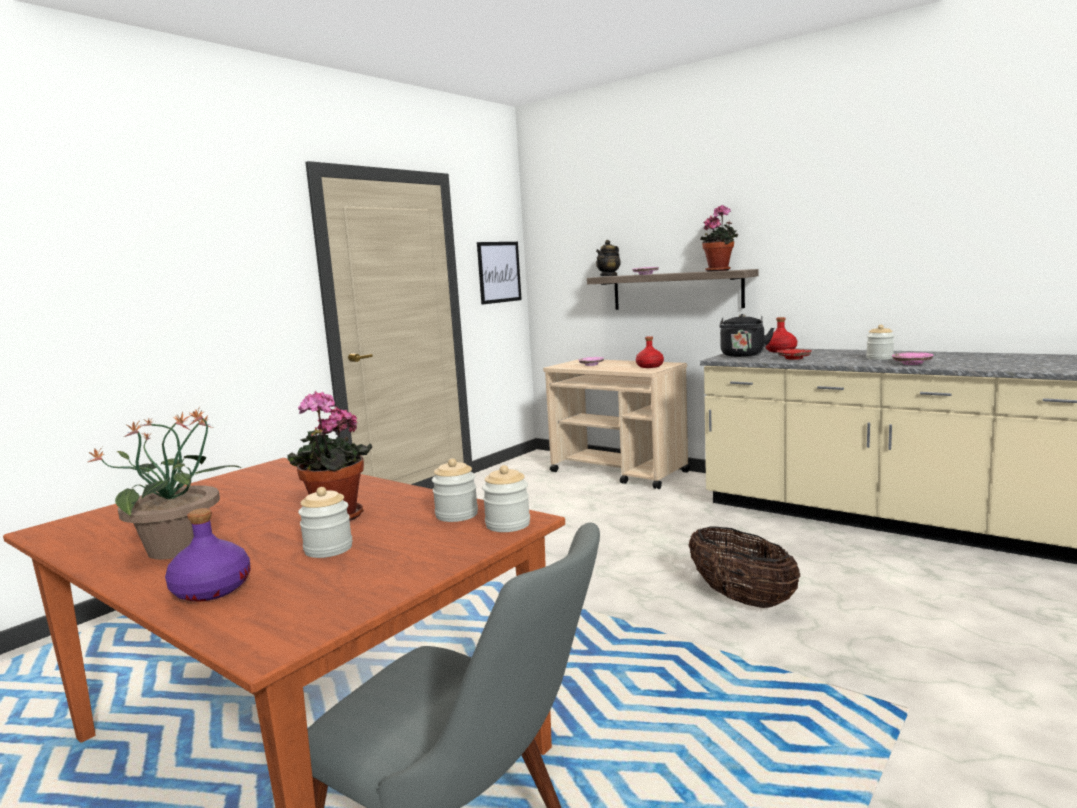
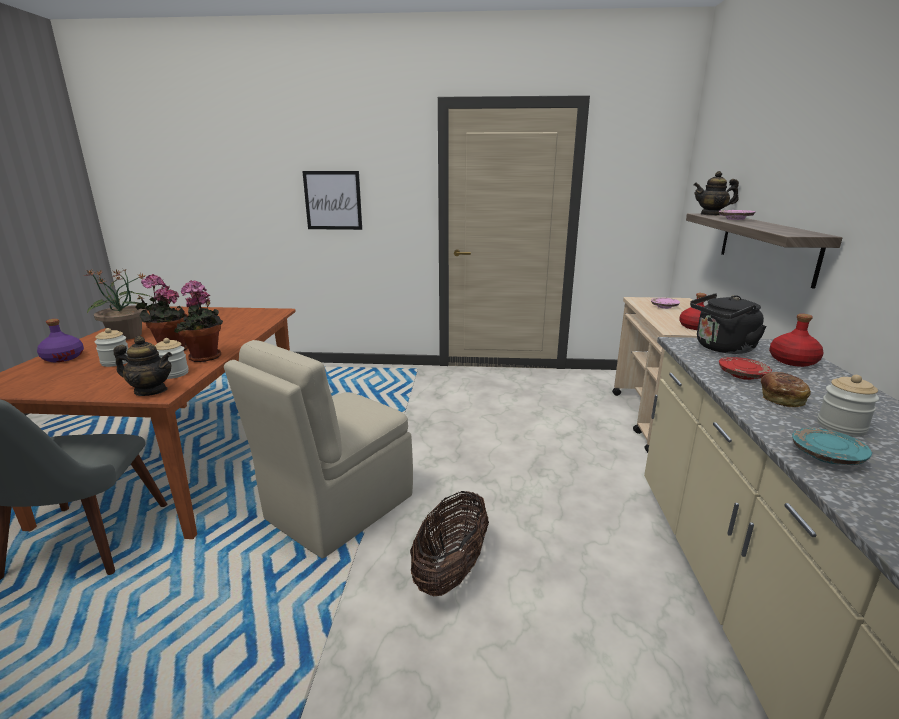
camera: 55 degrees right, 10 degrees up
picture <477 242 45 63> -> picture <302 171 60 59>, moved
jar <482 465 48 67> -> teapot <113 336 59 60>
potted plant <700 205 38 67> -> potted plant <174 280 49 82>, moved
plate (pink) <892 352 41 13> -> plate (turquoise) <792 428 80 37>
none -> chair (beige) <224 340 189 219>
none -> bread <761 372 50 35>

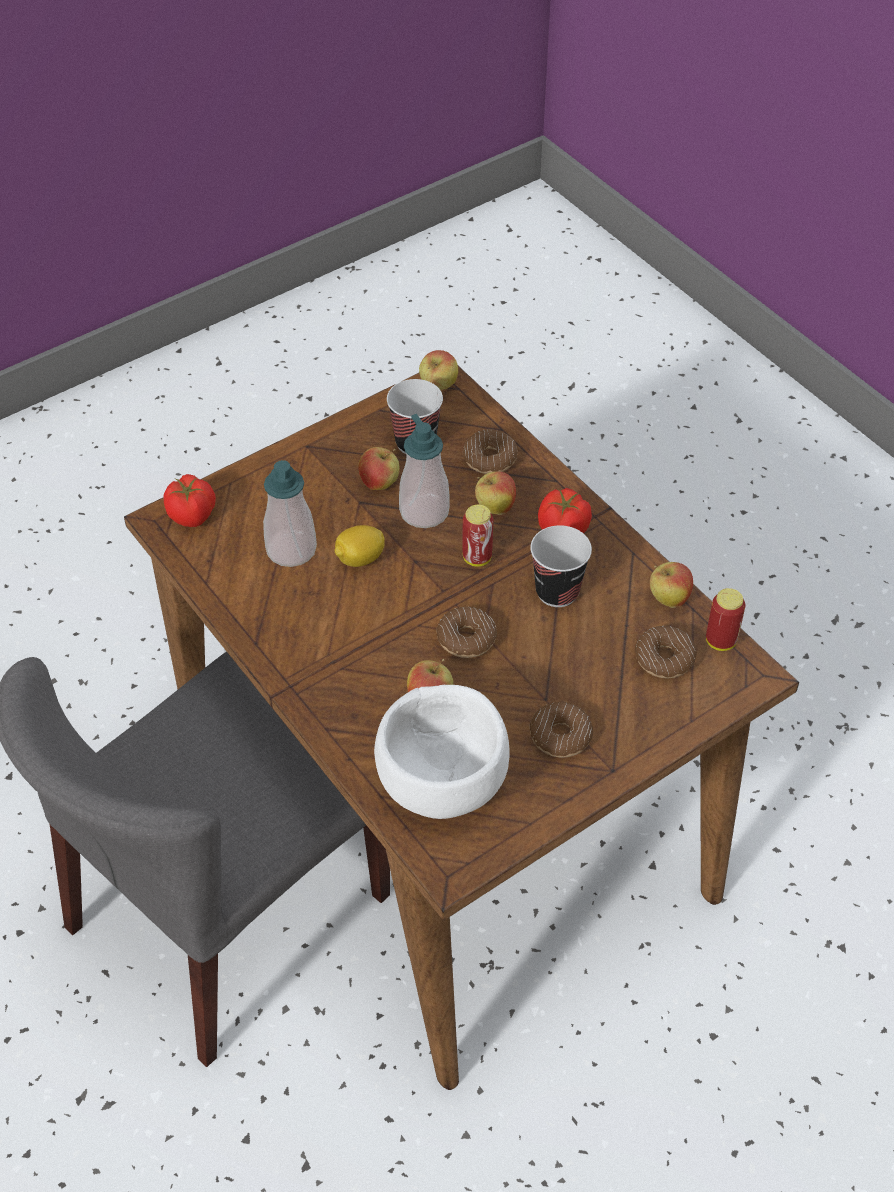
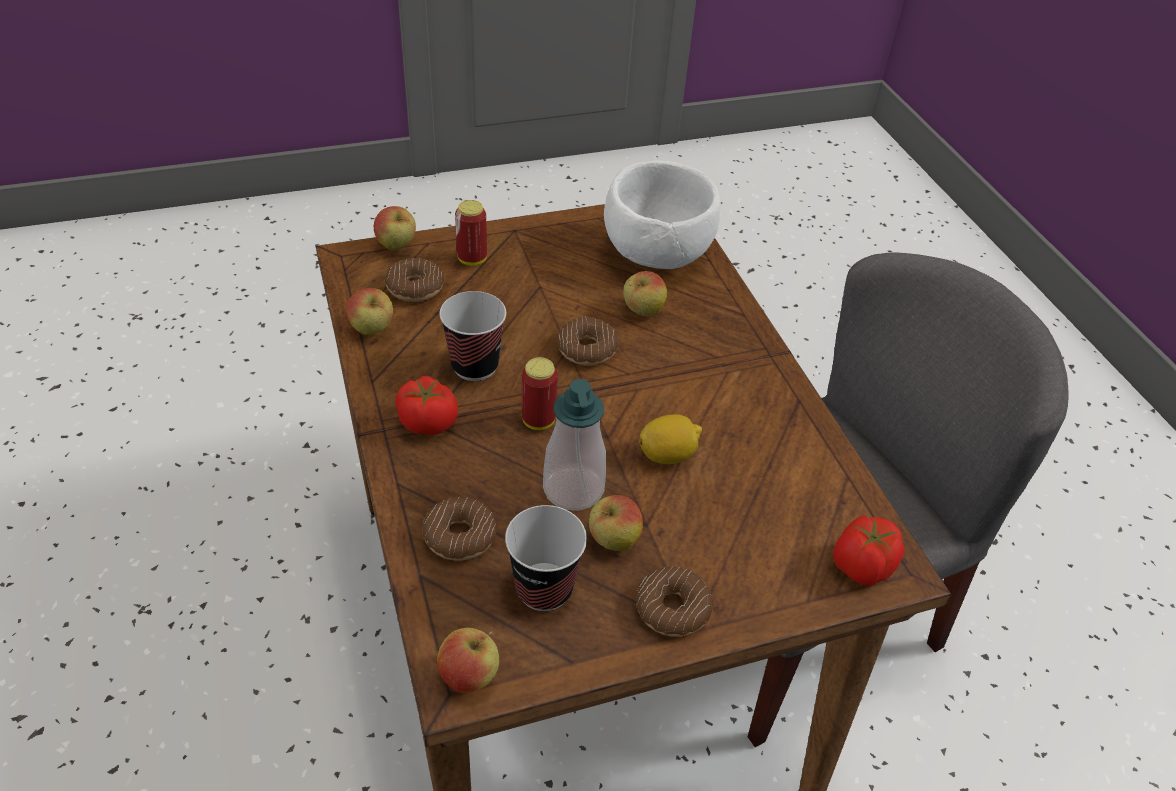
camera: 165 degrees left, 5 degrees down
soap dispenser <263 460 54 107> -> none
apple <475 471 41 44> -> apple <374 206 42 44>, moved
donut <530 702 63 56> -> donut <636 566 77 71>, moved
can <706 588 40 63> -> can <455 200 32 66>, moved

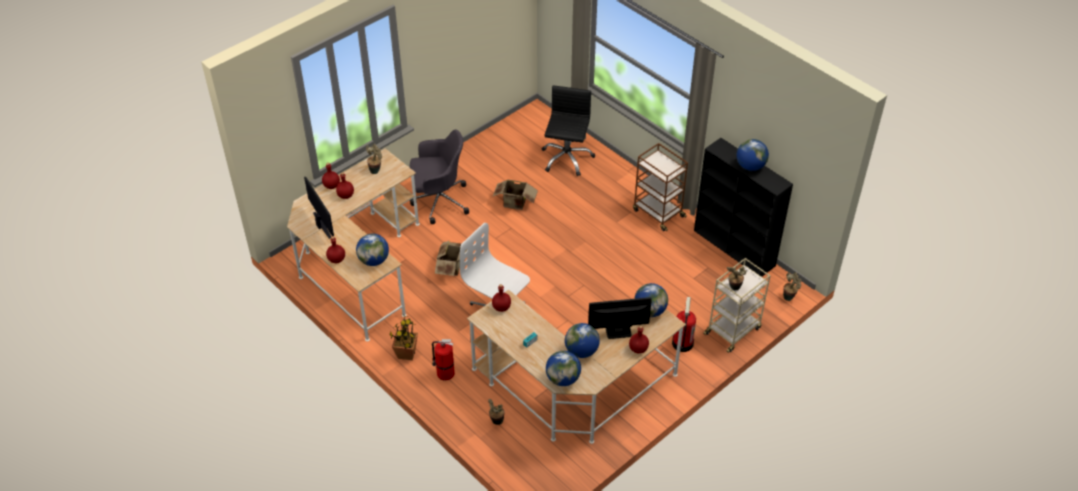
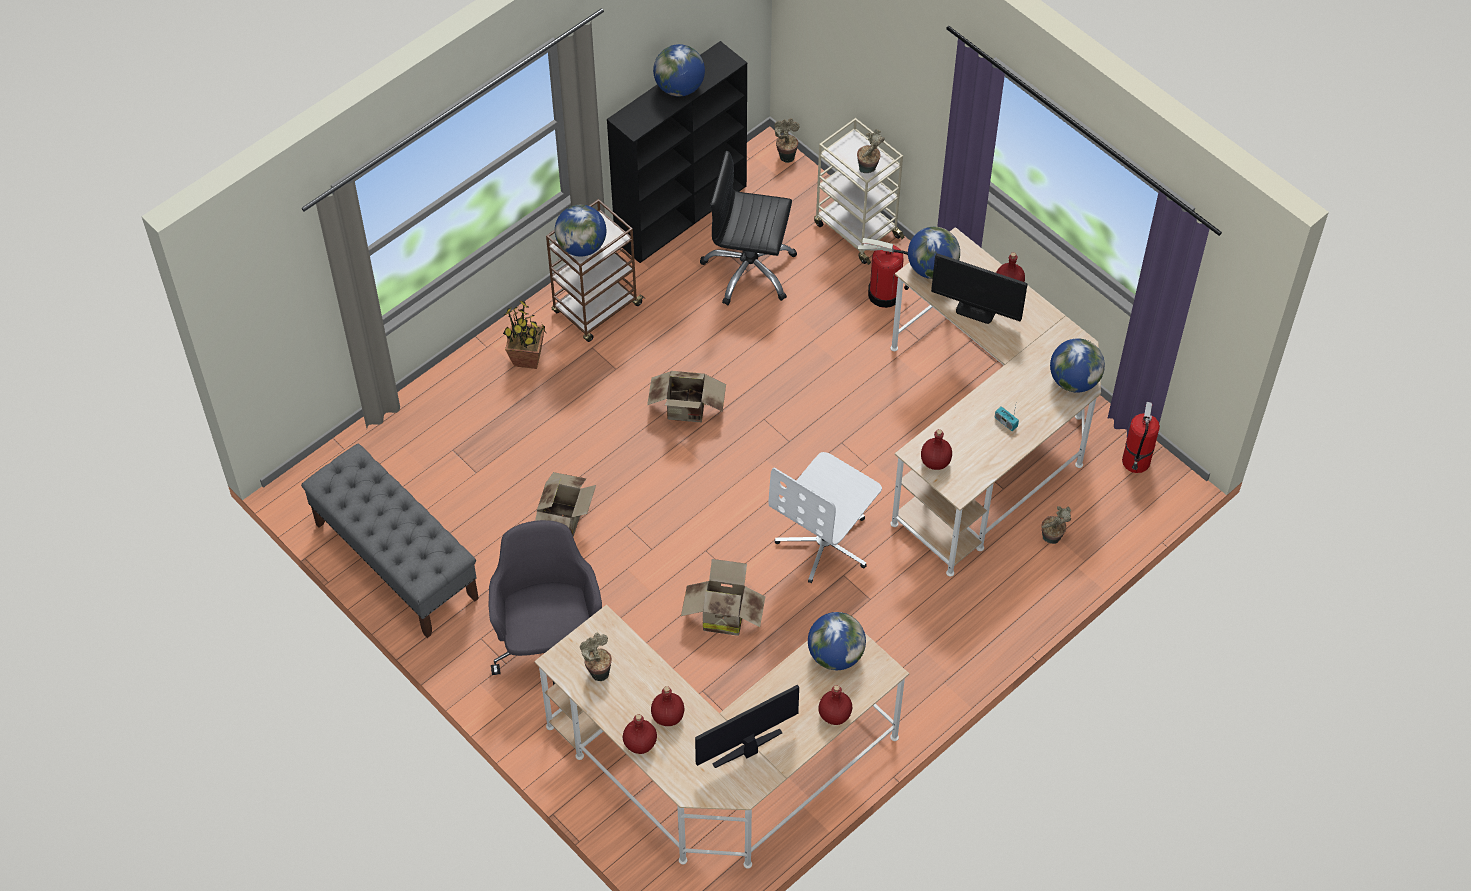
camera: 90 degrees left, 10 degrees up
potted plant <389 315 29 45> -> potted plant <503 300 43 69>, moved
fire extinguisher <432 339 23 42> -> fire extinguisher <1122 402 38 71>, moved
office chair (black) <542 86 53 90> -> office chair (black) <700 151 97 154>, moved
globe <565 323 35 35> -> globe <555 205 51 51>, moved
monitor <588 297 64 42> -> monitor <931 253 96 71>, 60 degrees counterclockwise
none -> bench (grey) <301 443 178 195>
none -> cardboard box <647 371 79 51>

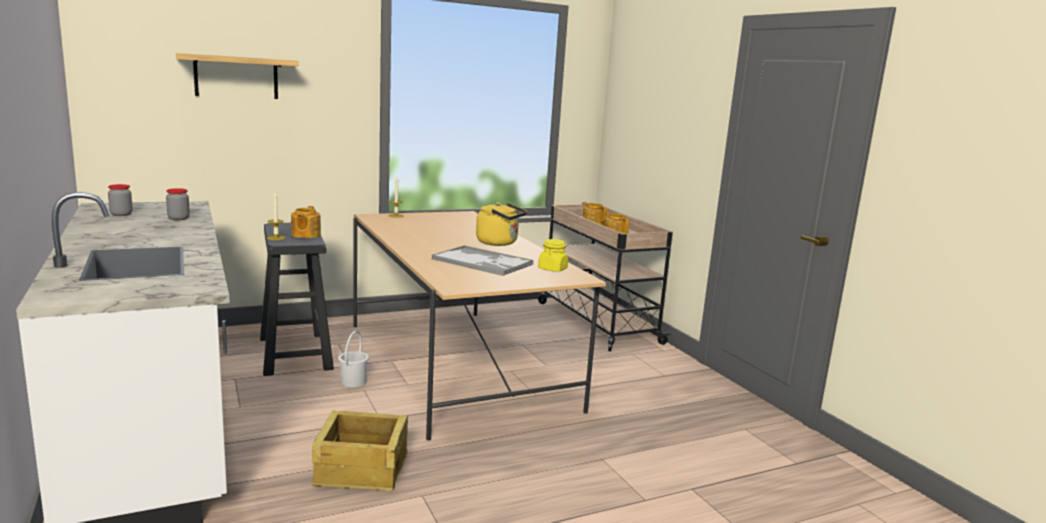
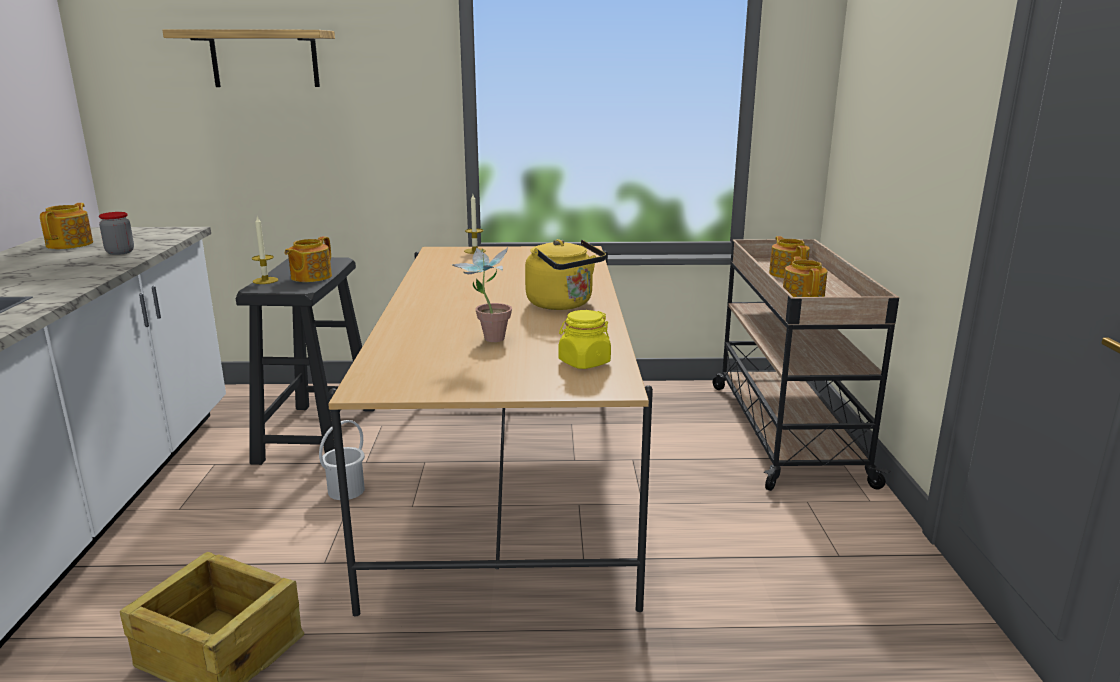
camera: 25 degrees right, 5 degrees up
jar <108 184 25 32> -> teapot <40 203 53 46>
tray <432 245 102 31> -> potted plant <451 247 61 95>

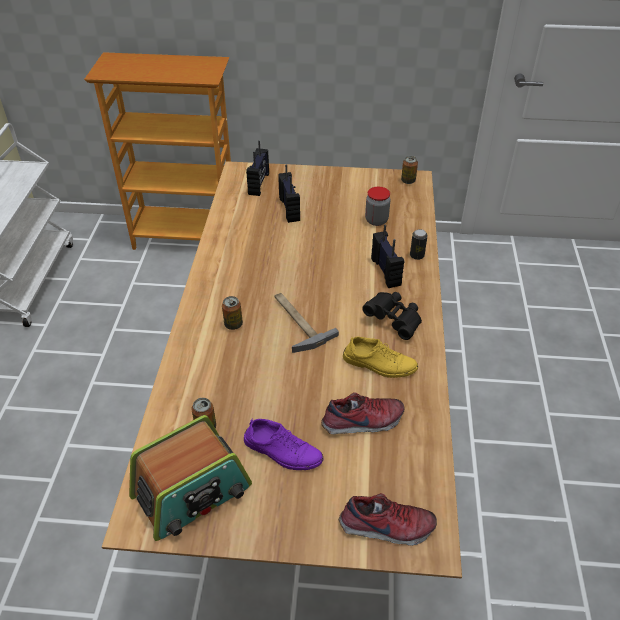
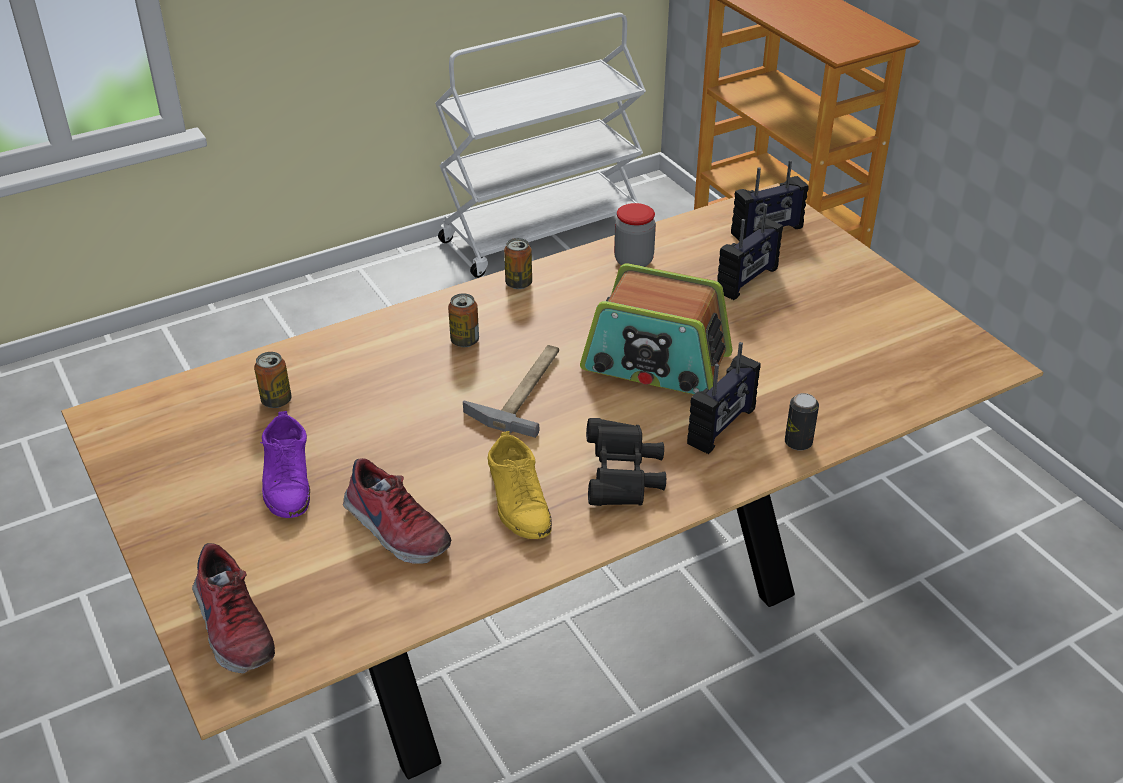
camera: 55 degrees right, 5 degrees down
radio <129 415 123 126> -> radio <580 264 152 131>, moved
jar <365 187 26 39> -> jar <614 203 42 64>, moved
can <401 156 17 28> -> can <504 238 28 51>, moved

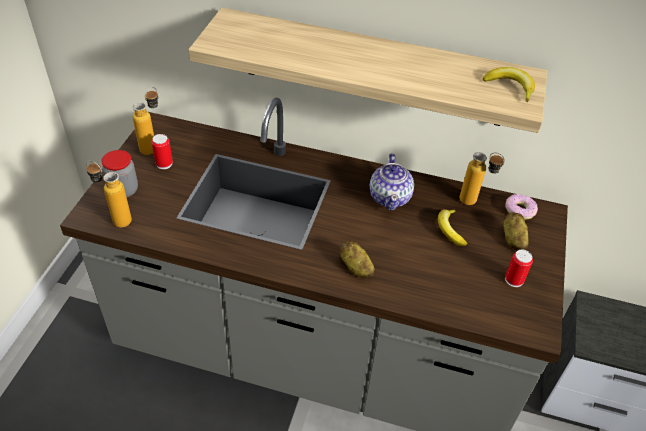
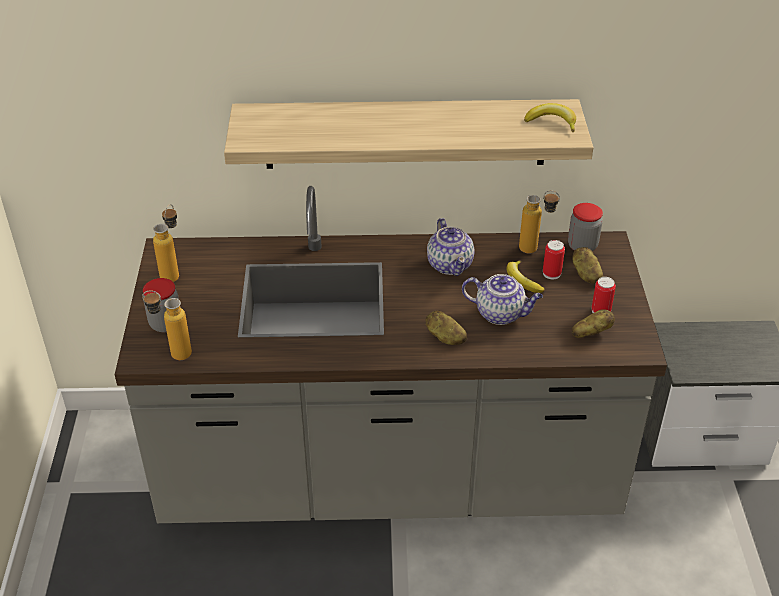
camera: 15 degrees left, 5 degrees down
can <152 134 21 35> -> can <543 240 22 39>, moved
donut <505 194 33 26> -> jar <568 203 35 48>
none -> teapot <462 274 81 51>
none -> potato <572 309 43 29>

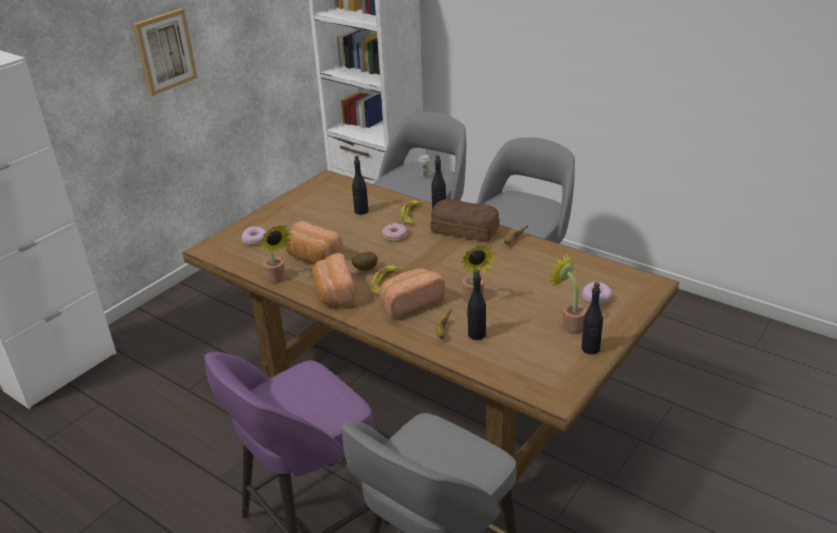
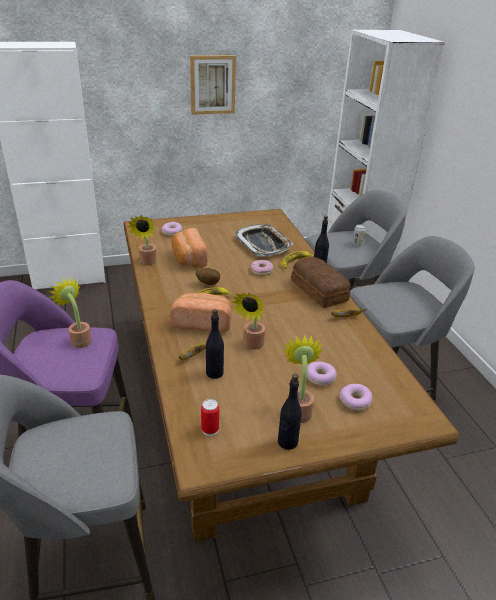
camera: 35 degrees right, 0 degrees up
bread <312 253 43 53> -> none
bottle (black) <352 155 17 60> -> tray <235 224 58 32>
none -> potted plant <49 277 43 71>
none -> can <201 399 18 37>
none -> donut <307 362 30 24>

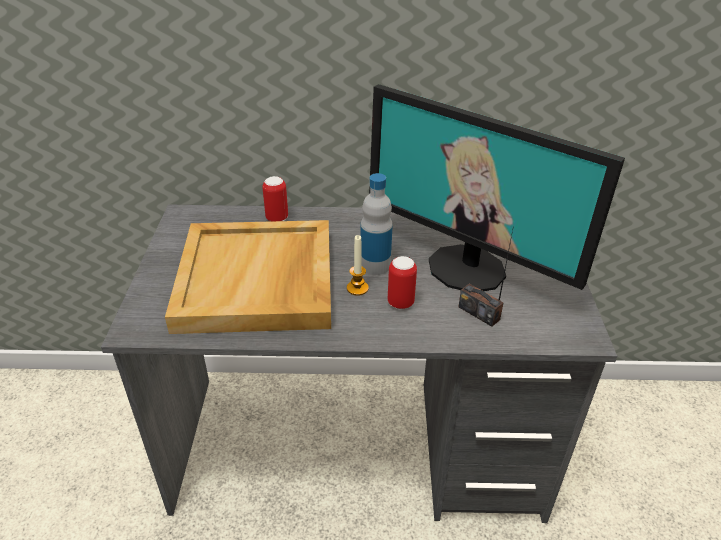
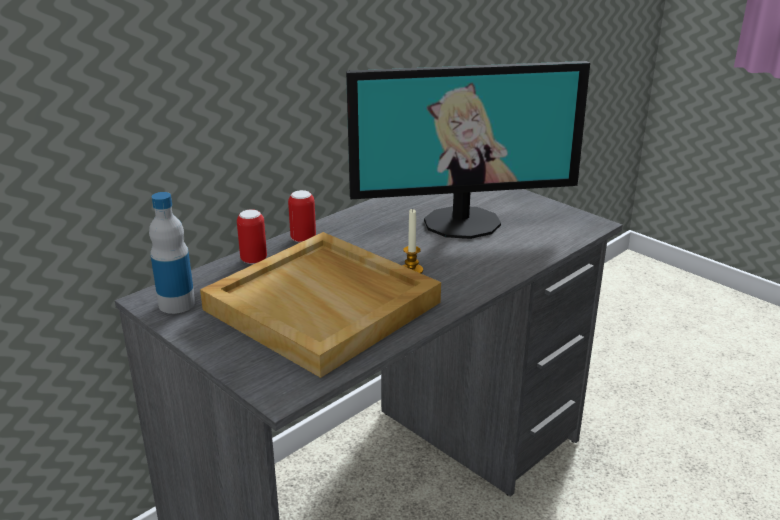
camera: 45 degrees left, 10 degrees down
bottle <360 173 33 102> -> bottle <149 192 46 122>, moved
can <388 256 29 53> -> can <288 190 28 53>, moved
radio <459 226 55 101> -> none

